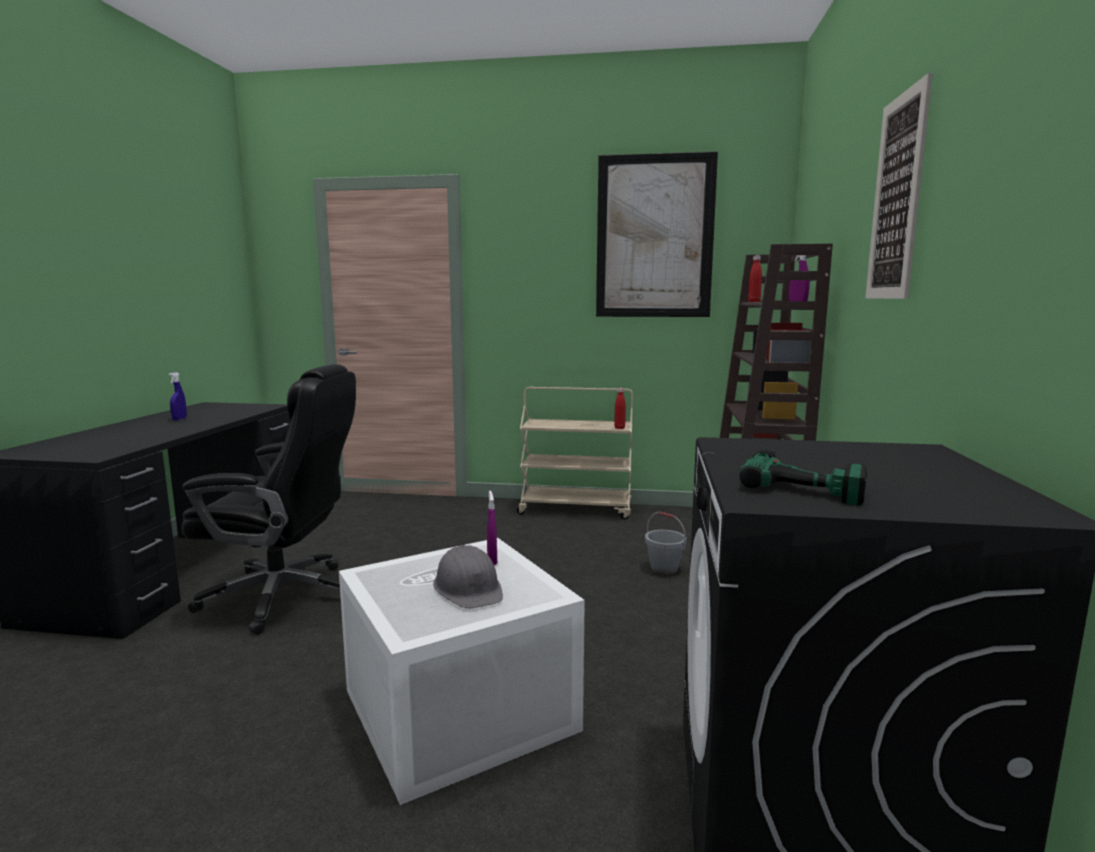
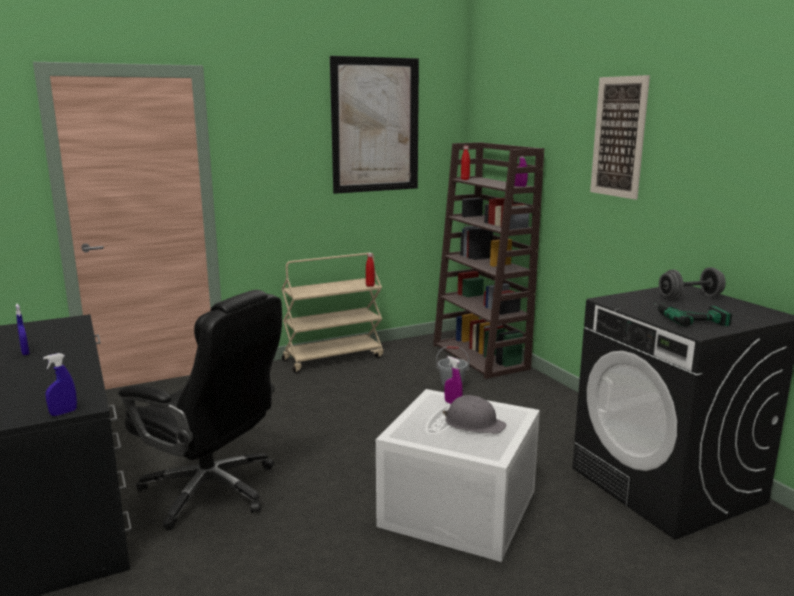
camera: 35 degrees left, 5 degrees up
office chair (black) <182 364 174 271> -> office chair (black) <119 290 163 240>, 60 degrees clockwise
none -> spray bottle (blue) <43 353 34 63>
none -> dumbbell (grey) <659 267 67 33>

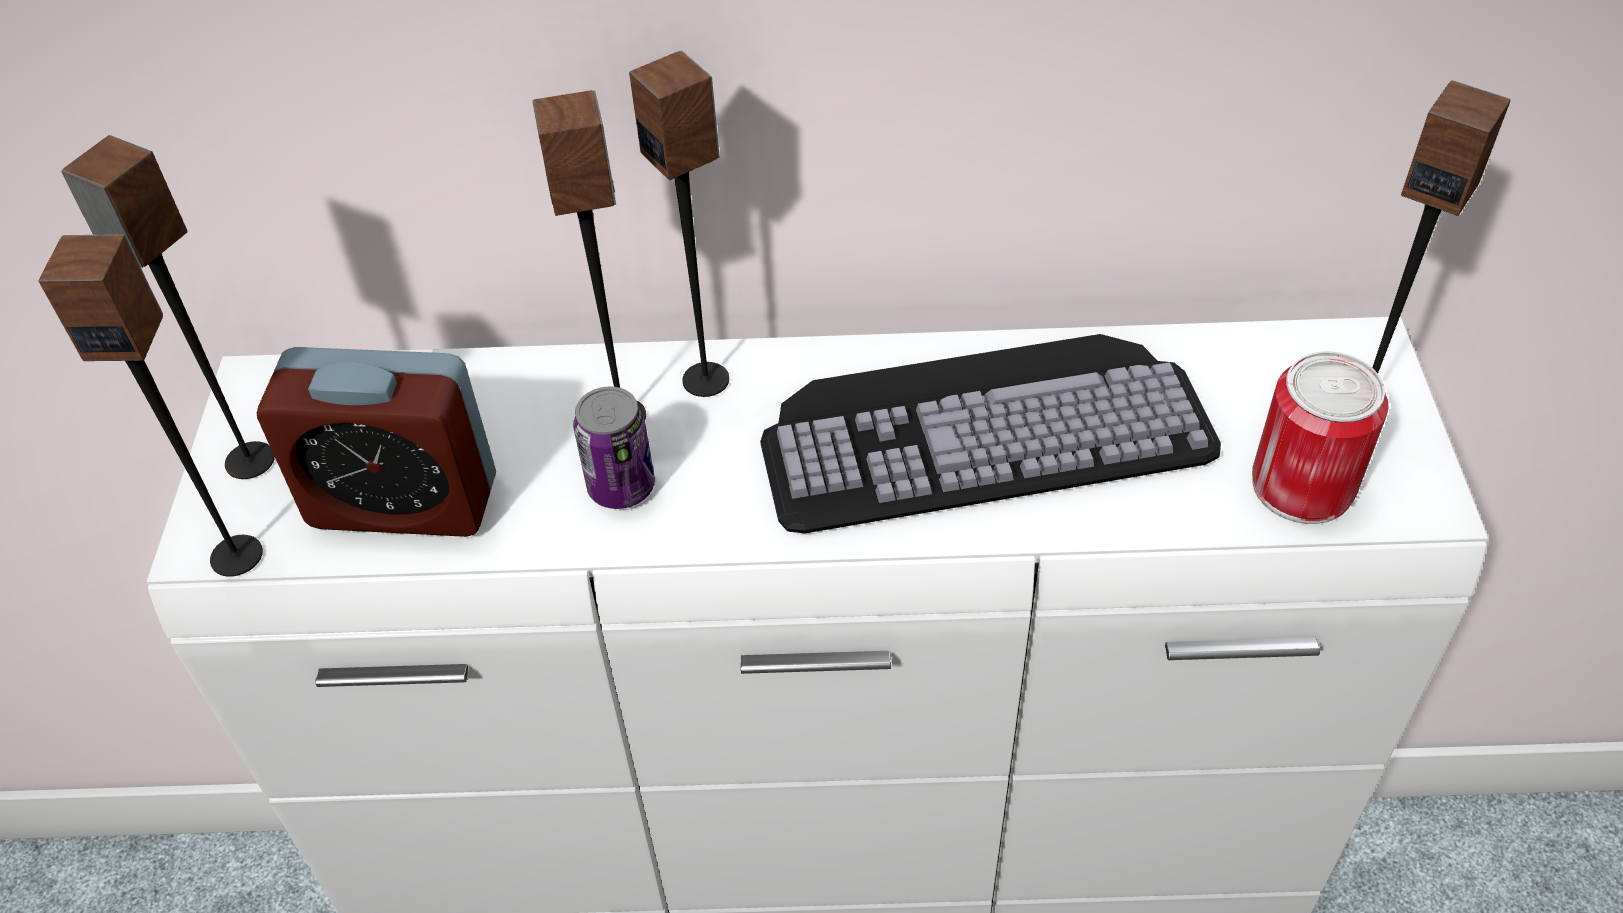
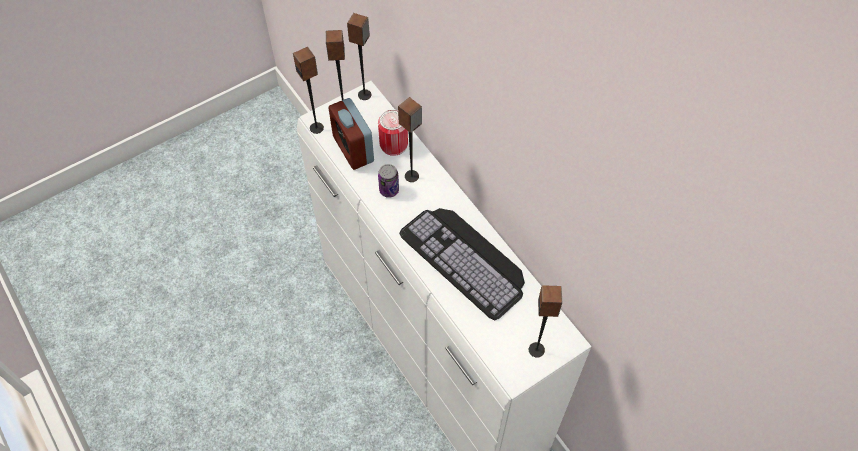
camera: 55 degrees right, 10 degrees up
speaker <629 51 100 346> -> speaker <347 13 24 87>, moved
can <1252 351 136 173> -> can <378 109 30 47>, moved

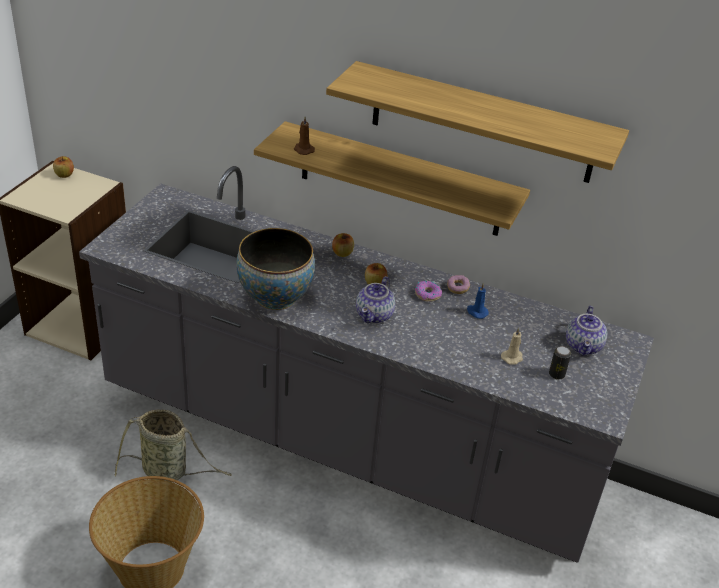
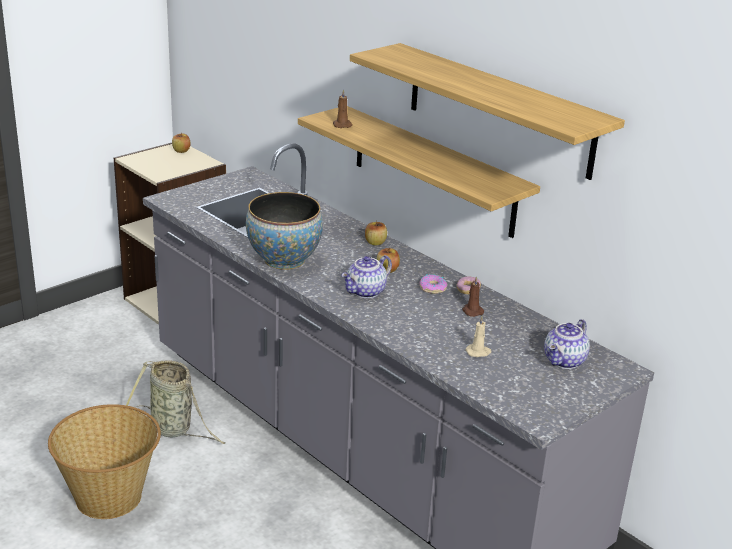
camera: 25 degrees right, 10 degrees down
candle (blue) <467 283 22 36> -> candle (brown) <462 276 22 41>
can <549 346 22 34> -> none

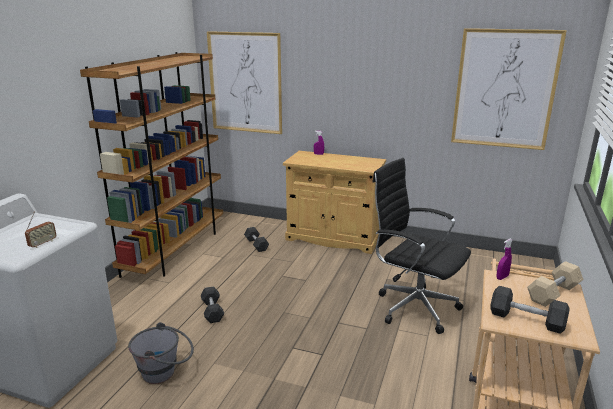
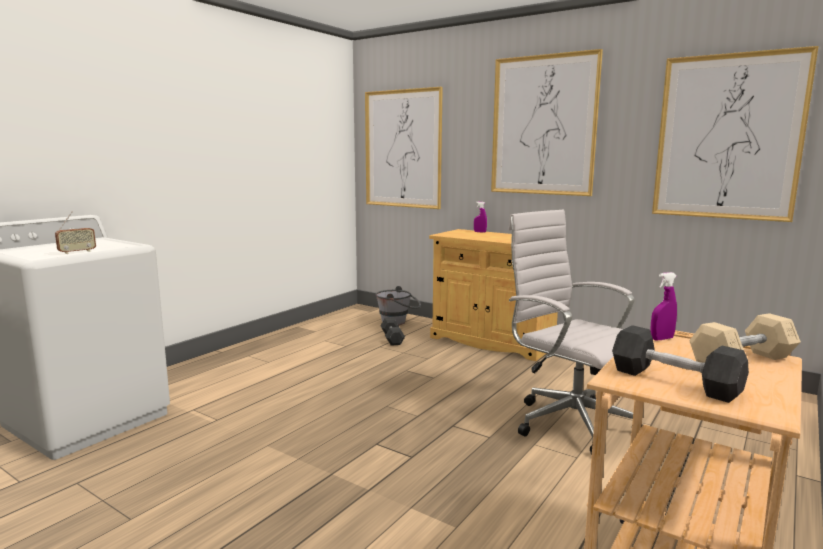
camera: 15 degrees right, 10 degrees down
bookcase (brown) <80 52 143 226> -> none
bucket (grey) <128 322 66 62> -> bucket (grey) <375 286 46 39>, moved
dumbbell (grey) <201 286 23 37> -> none
office chair (black) <372 158 99 176> -> office chair (white) <508 210 135 245>
none -> picture <491 49 112 147>

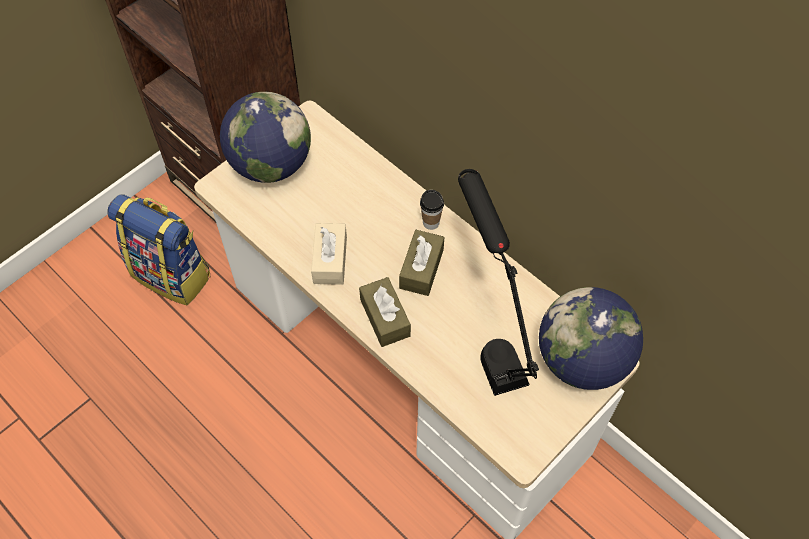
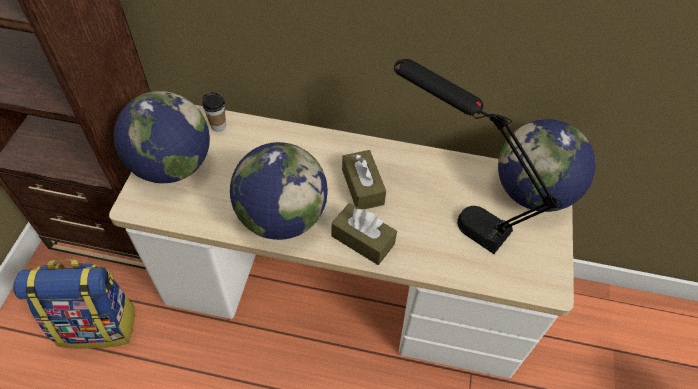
camera: 35 degrees left, 5 degrees down
tissue box (beige) <311 223 36 62> -> globe <230 142 98 98>
cup <420 190 24 40> -> cup <202 92 24 40>, moved

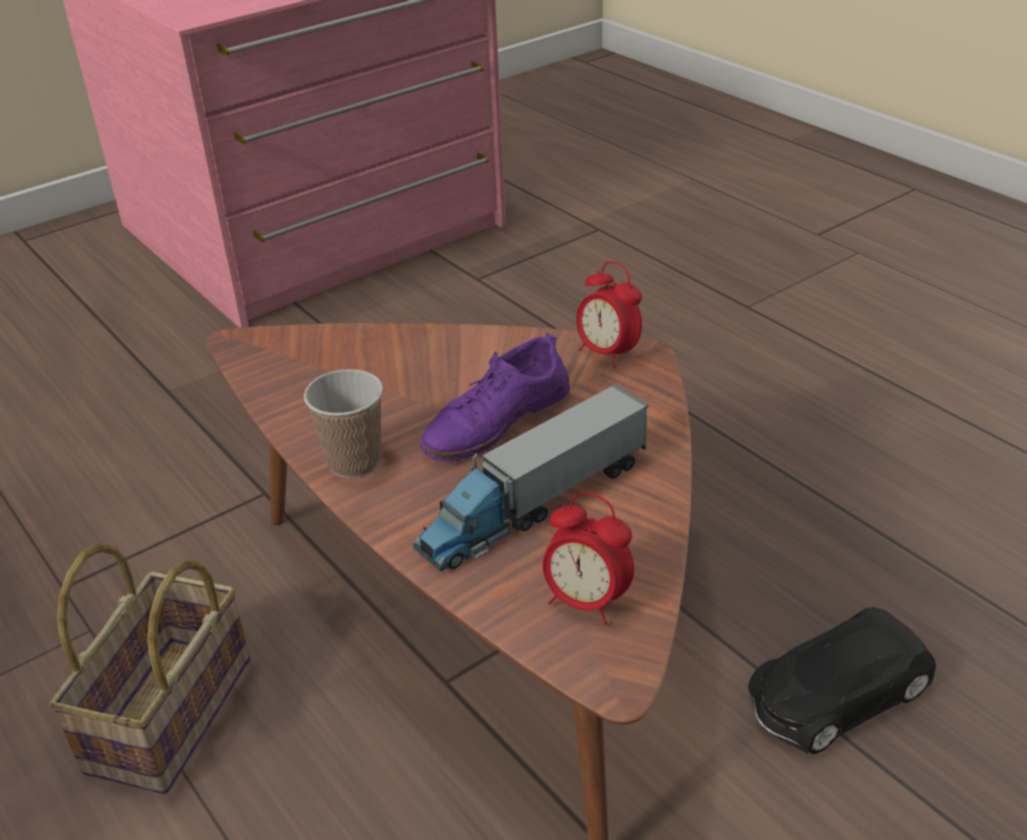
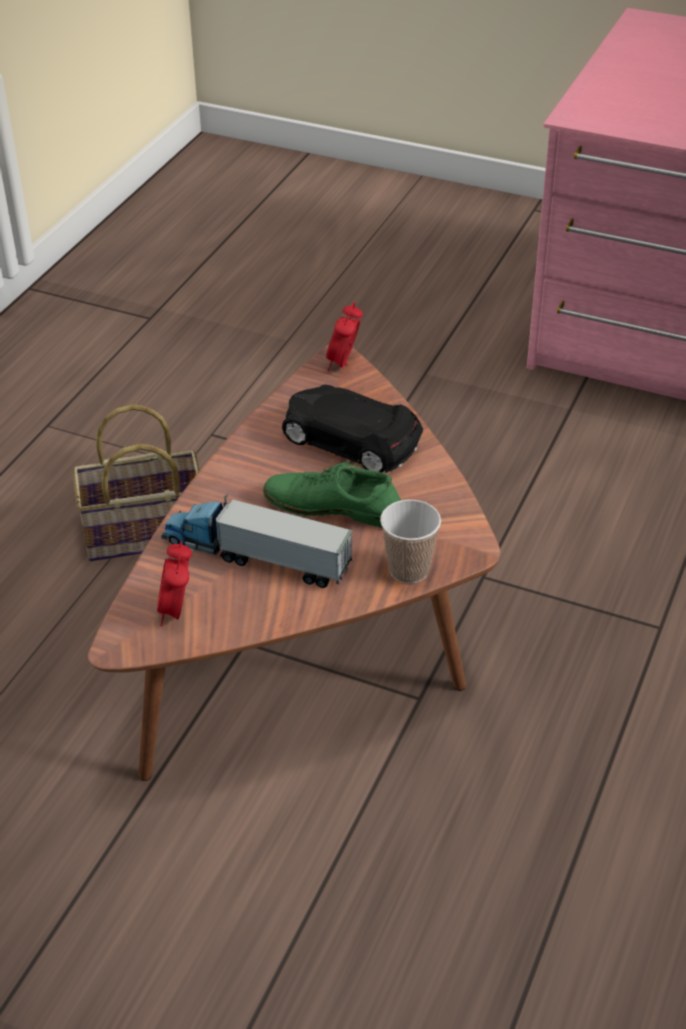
camera: 60 degrees right, 5 degrees up
cup <304 369 79 109> -> cup <380 500 61 83>, moved
shoe (purple) <421 332 149 130> -> shoe (green) <263 461 138 67>
alarm clock <576 261 66 107> -> alarm clock <326 302 37 70>, moved
toy car (black) <748 607 188 147> -> toy car (black) <282 384 141 89>, moved

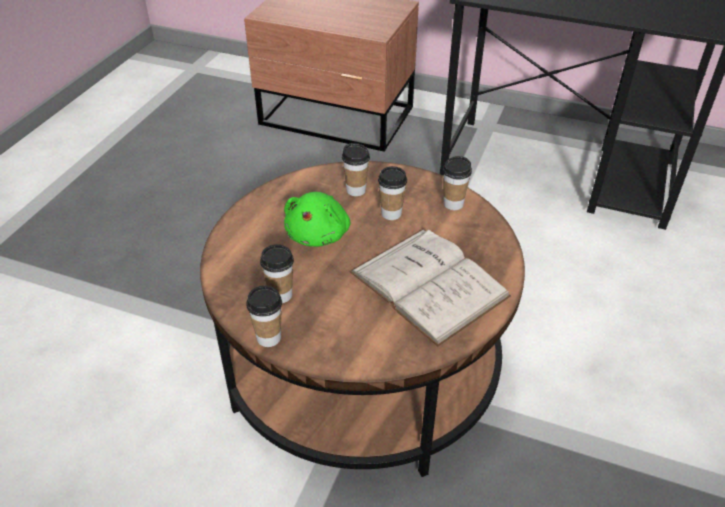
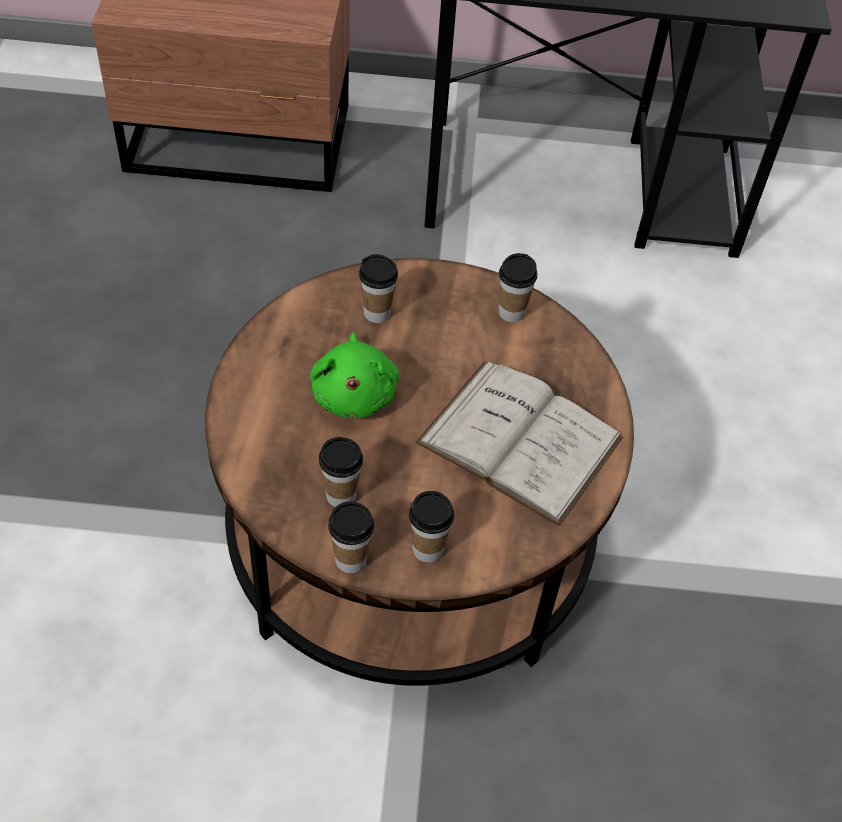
camera: 20 degrees left, 10 degrees up
cup <378 166 29 54> -> cup <409 491 45 71>, moved

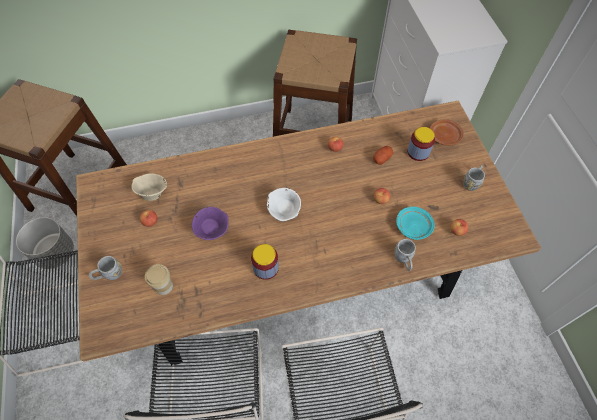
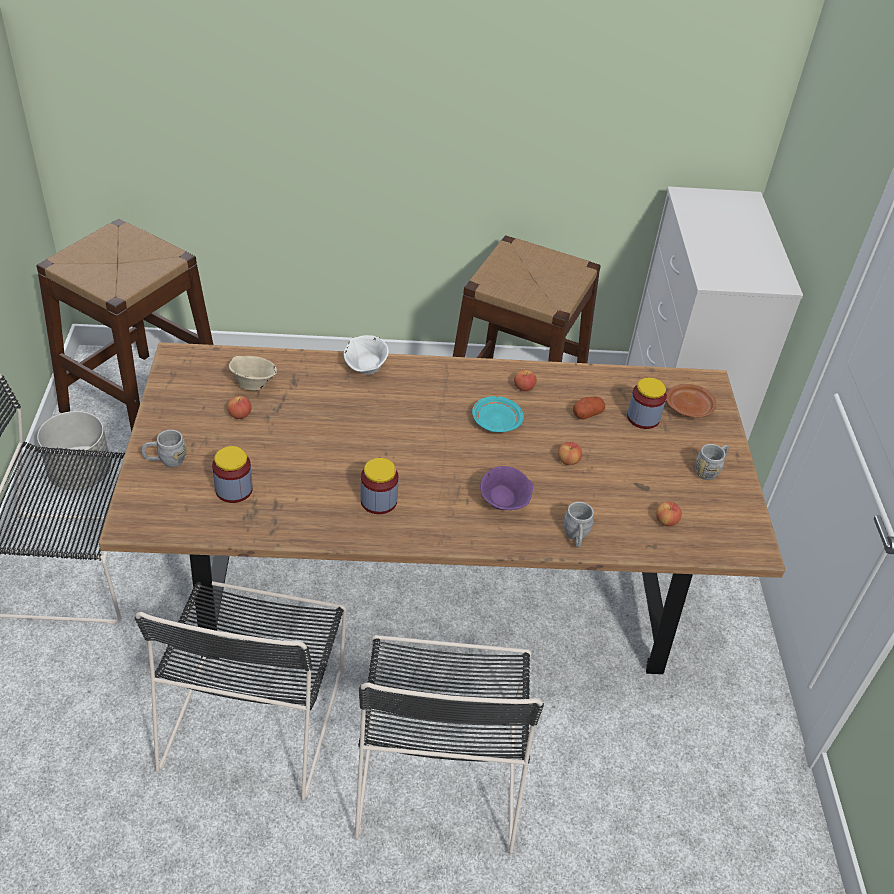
camera: 10 degrees right, 15 degrees down
cup <145 264 28 31> -> jar <212 446 41 57>
bowl (purple) <192 207 36 33> -> bowl (purple) <480 466 53 44>, moved
bowl (white) <267 188 34 33> -> bowl (white) <344 335 45 40>, moved
plate (turquoise) <396 207 39 33> -> plate (turquoise) <472 396 52 36>, moved

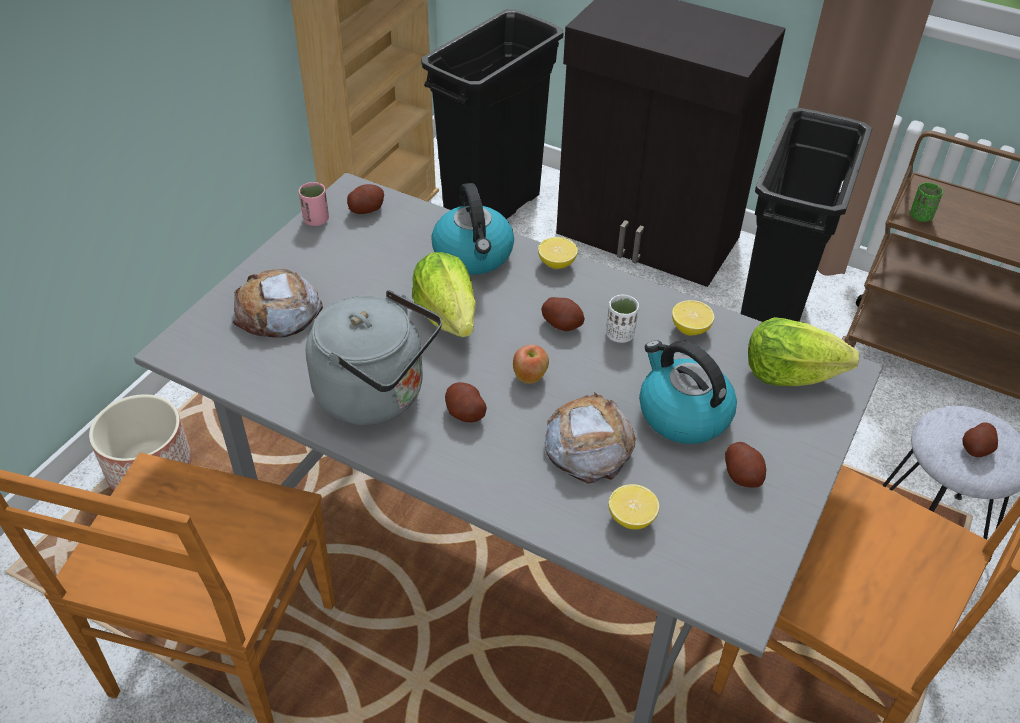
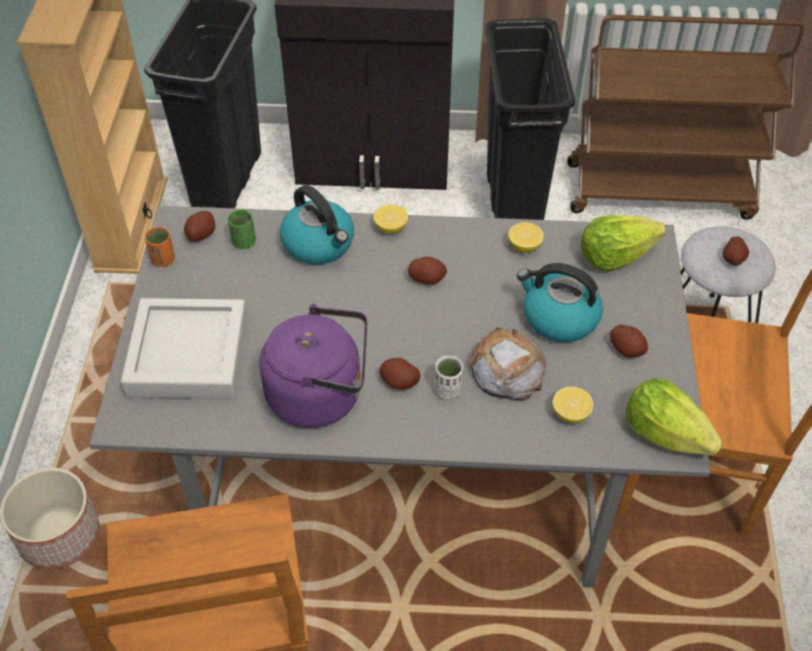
camera: 25 degrees left, 5 degrees up
bread <233 269 90 68> -> tray (grey) <121 298 126 101>
cup (pink) <299 182 30 44> -> cup (orange) <145 227 30 40>
kettle (grey) <306 290 136 135> -> kettle (purple) <259 304 108 124>
lettuce <412 252 64 86> -> lettuce <626 378 97 77>, moved
apple <513 345 36 39> -> none
cup (white) <606 295 33 48> -> cup (white) <435 356 28 43>, moved
cup (green) <910 183 33 39> -> cup (green) <228 210 28 39>, moved

